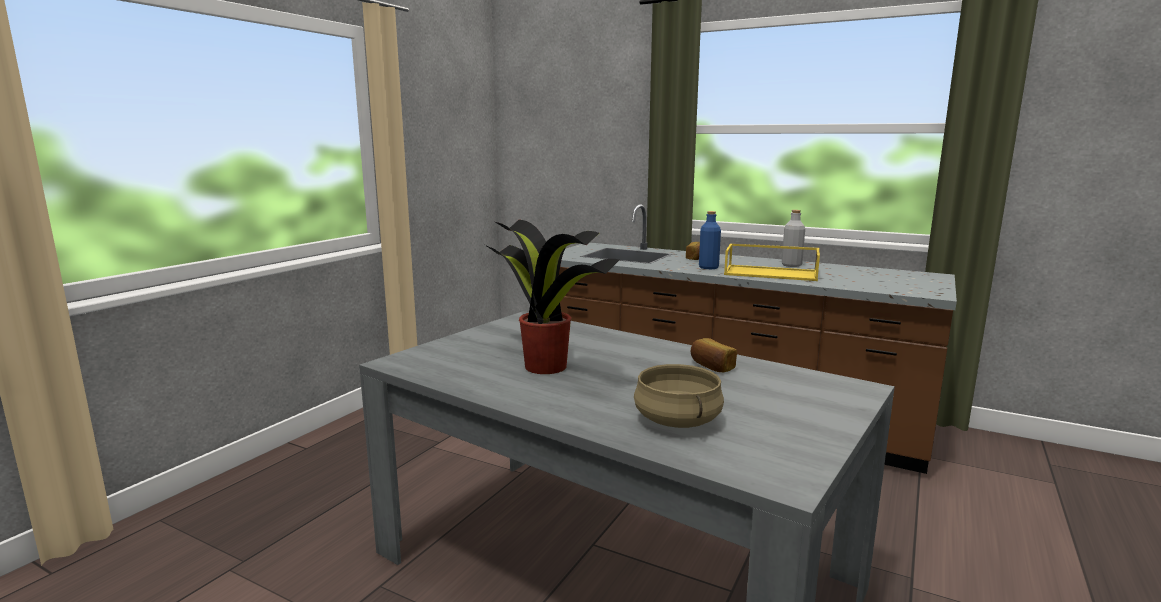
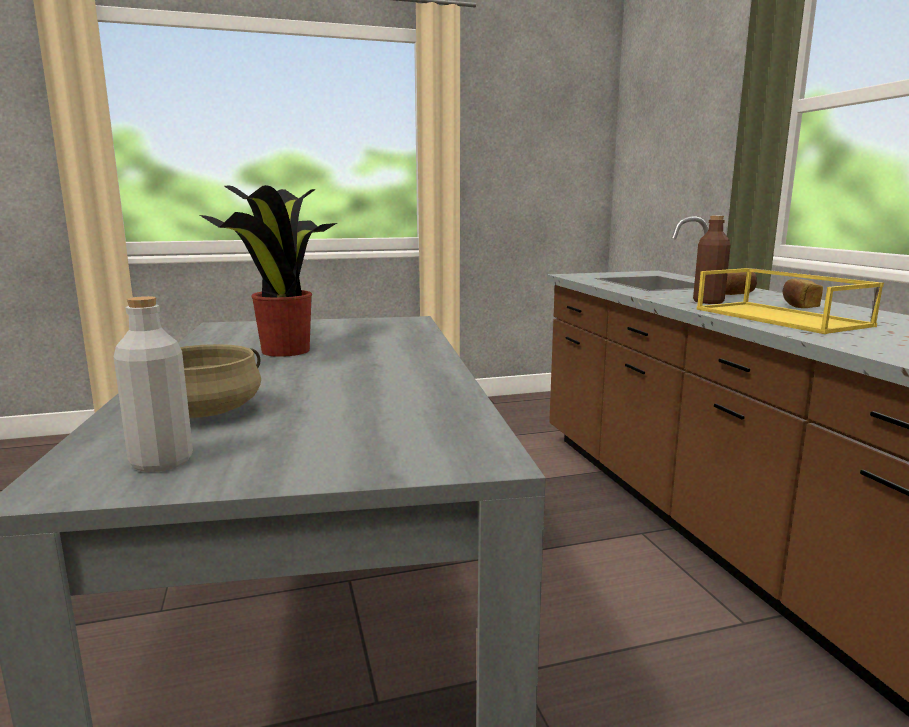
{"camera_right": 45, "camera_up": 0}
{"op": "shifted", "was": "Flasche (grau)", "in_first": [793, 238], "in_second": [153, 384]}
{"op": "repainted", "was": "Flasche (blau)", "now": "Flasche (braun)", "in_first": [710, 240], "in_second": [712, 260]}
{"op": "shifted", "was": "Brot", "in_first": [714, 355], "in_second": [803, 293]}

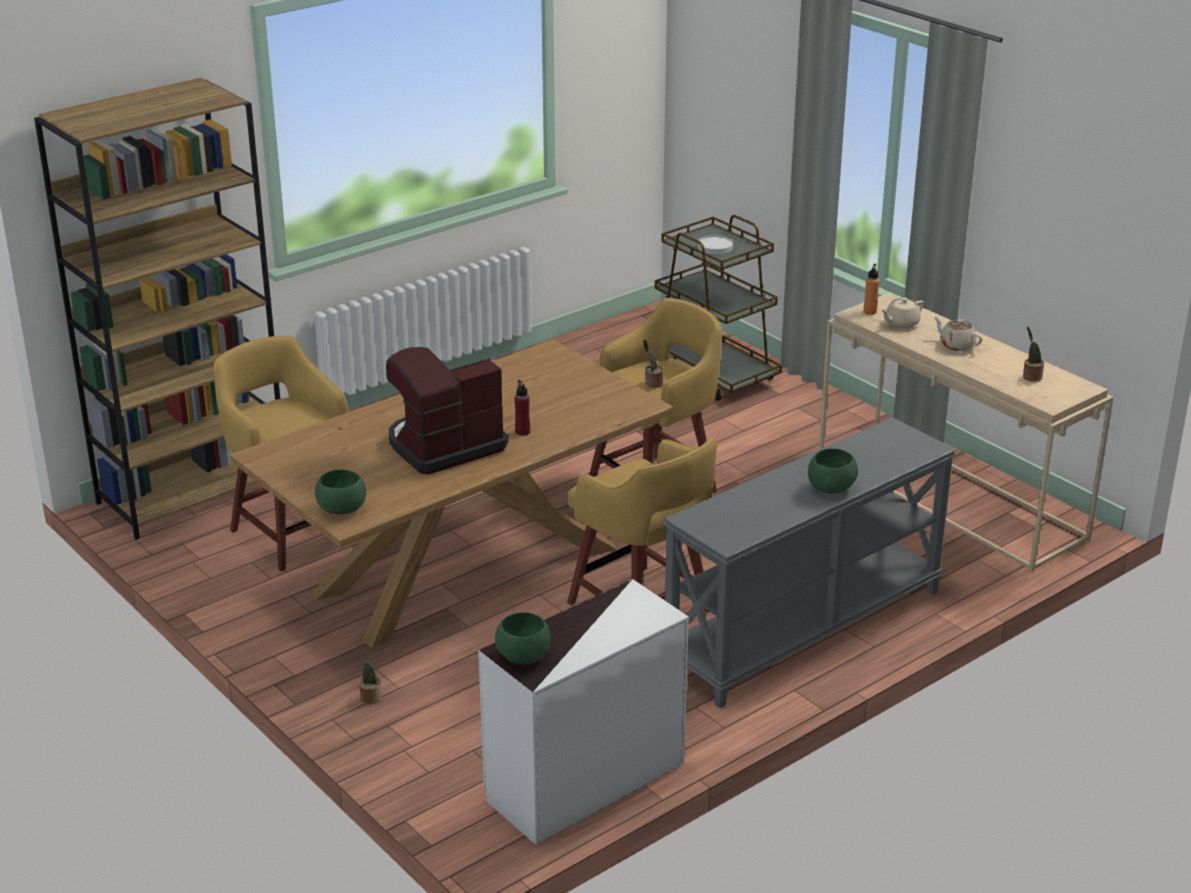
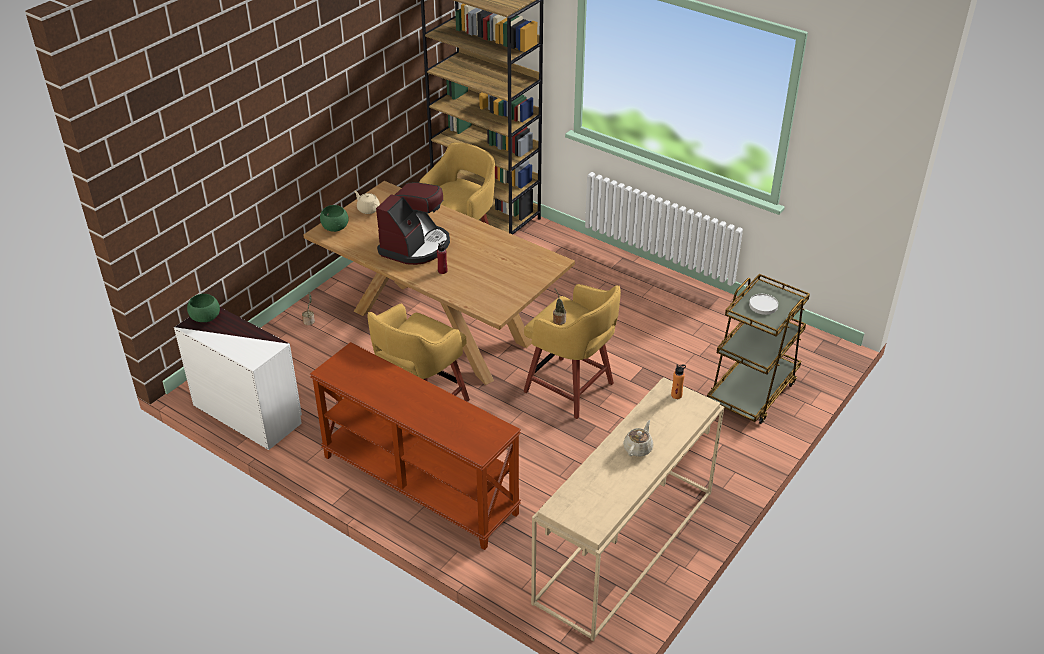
{"camera_right": 75, "camera_up": 10}
{"op": "shifted", "was": "Teekanne (beige)", "in_first": [902, 313], "in_second": [367, 202]}
{"op": "gone", "was": "Topfpflanze", "in_first": [1033, 354]}
{"op": "rotated", "was": "Kaffeemaschine", "in_first": [447, 411], "in_second": [413, 223], "clockwise": 75}
{"op": "repainted", "was": "Konsolentisch (grau)", "now": "Konsolentisch (braun)", "in_first": [809, 562], "in_second": [415, 446]}
{"op": "gone", "was": "Schüssel (grün)", "in_first": [833, 471]}

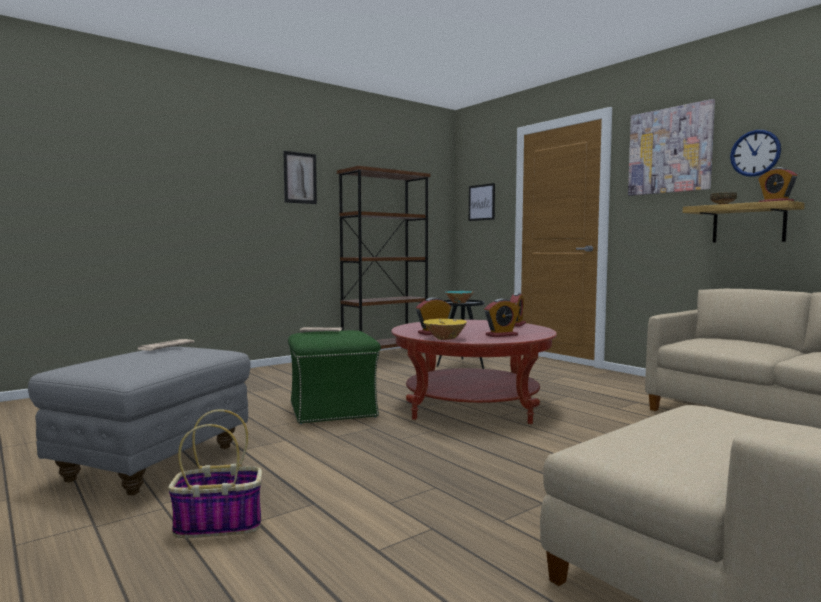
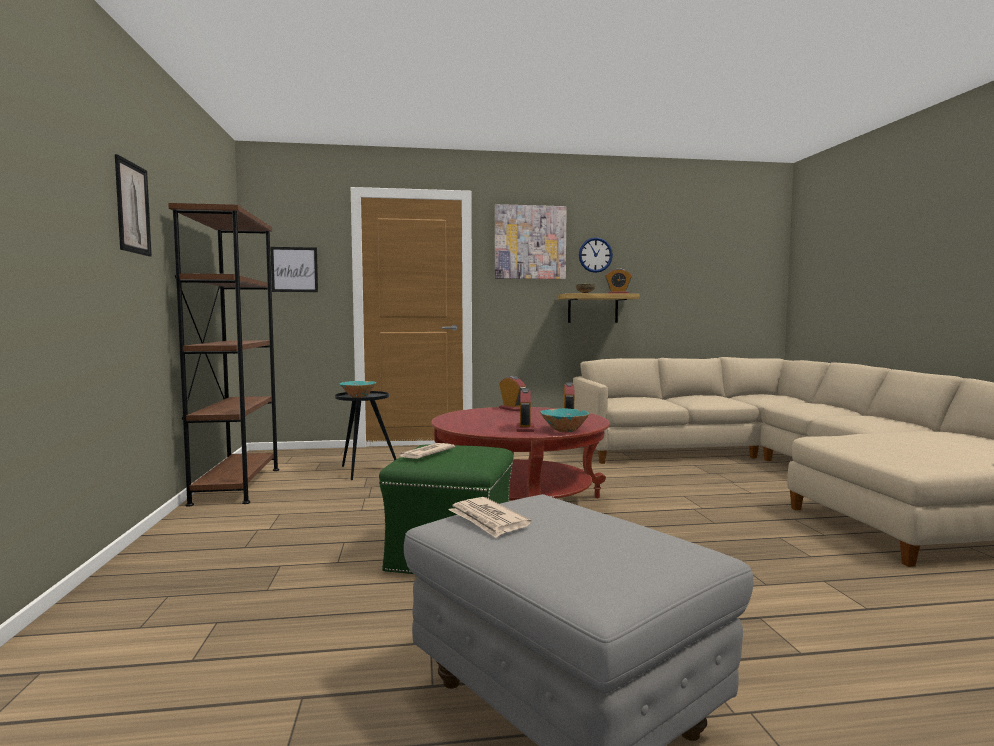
{"camera_right": -60, "camera_up": 0}
{"op": "repainted", "was": "Schüssel (gelb)", "now": "Schüssel (türkis)", "in_first": [445, 329], "in_second": [565, 420]}
{"op": "gone", "was": "Korb", "in_first": [215, 473]}

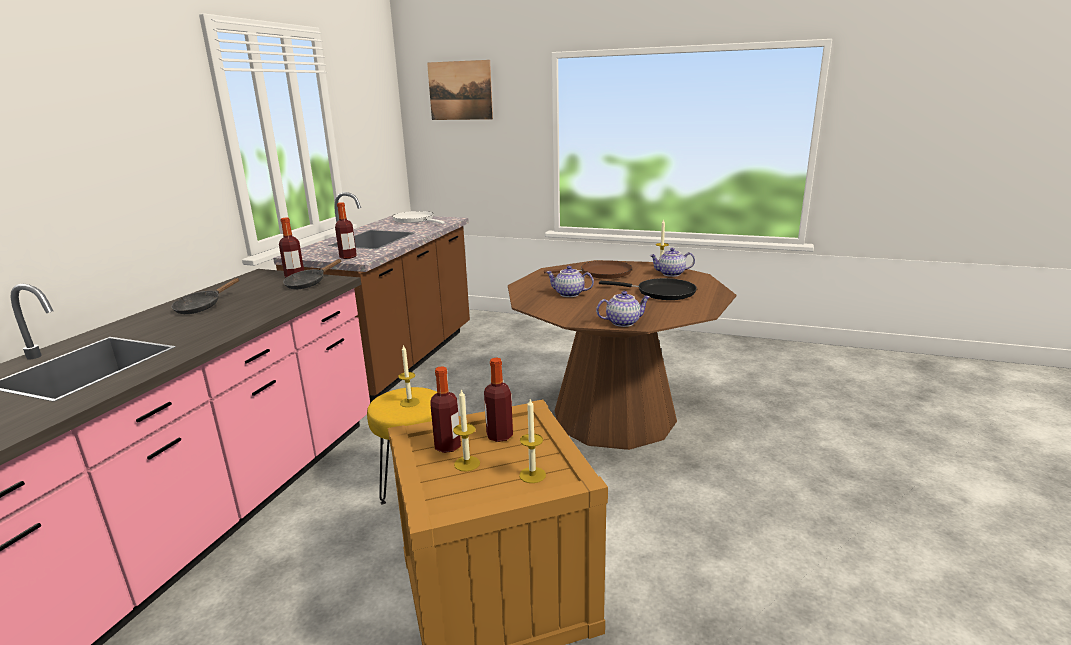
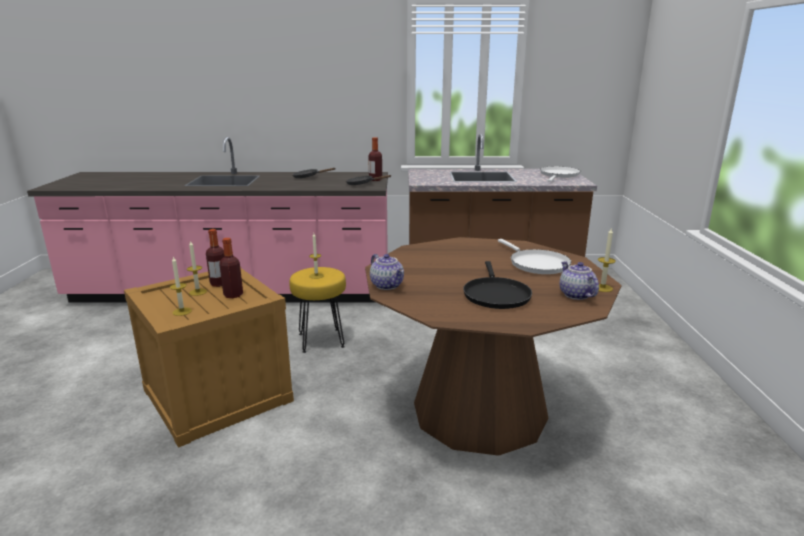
{"camera_right": 70, "camera_up": 0}
{"op": "gone", "was": "Bild", "in_first": [460, 90]}
{"op": "gone", "was": "Flasche", "in_first": [346, 230]}
{"op": "repainted", "was": "Pfanne (braun)", "now": "Pfanne (weiß)", "in_first": [588, 269], "in_second": [534, 256]}
{"op": "gone", "was": "Teekanne", "in_first": [570, 281]}

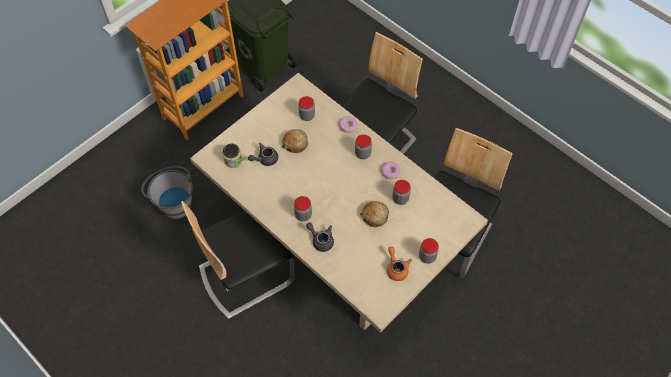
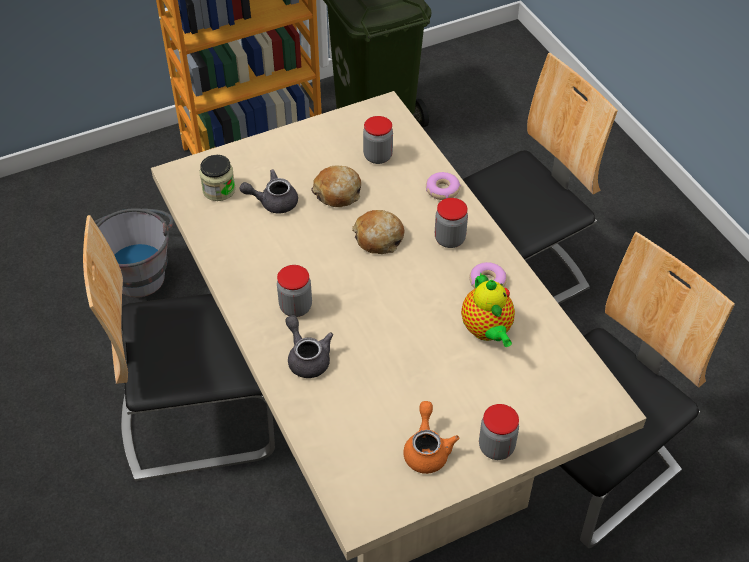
{"camera_right": 20, "camera_up": -10}
{"op": "swapped", "was": "Vorratsglas", "now": "Teekanne", "in_first": [401, 192], "in_second": [488, 309]}
{"op": "shifted", "was": "Brot", "in_first": [374, 214], "in_second": [378, 232]}

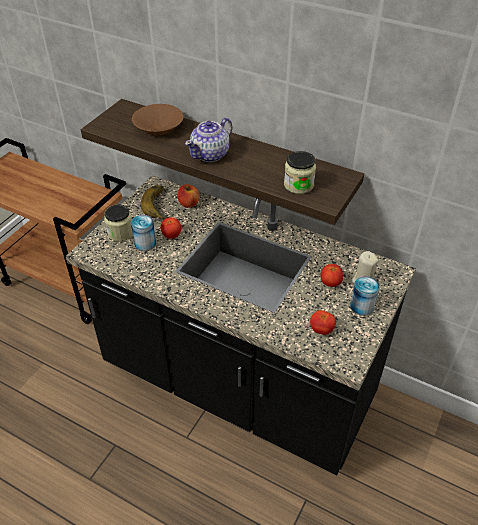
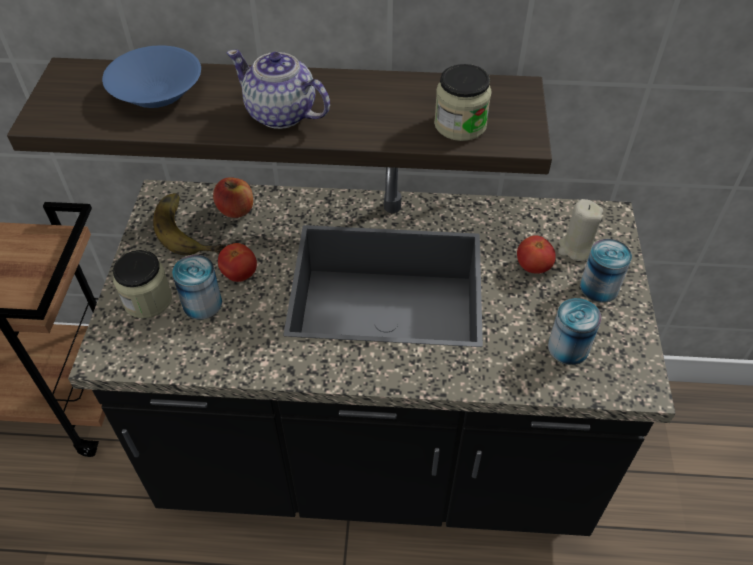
{"camera_right": -25, "camera_up": 5}
{"op": "repainted", "was": "Schüssel (braun)", "now": "Schüssel (blau)", "in_first": [158, 119], "in_second": [151, 76]}
{"op": "rotated", "was": "Teekanne", "in_first": [208, 140], "in_second": [278, 89], "clockwise": 105}
{"op": "swapped", "was": "Tomate", "now": "Dose", "in_first": [323, 322], "in_second": [574, 331]}

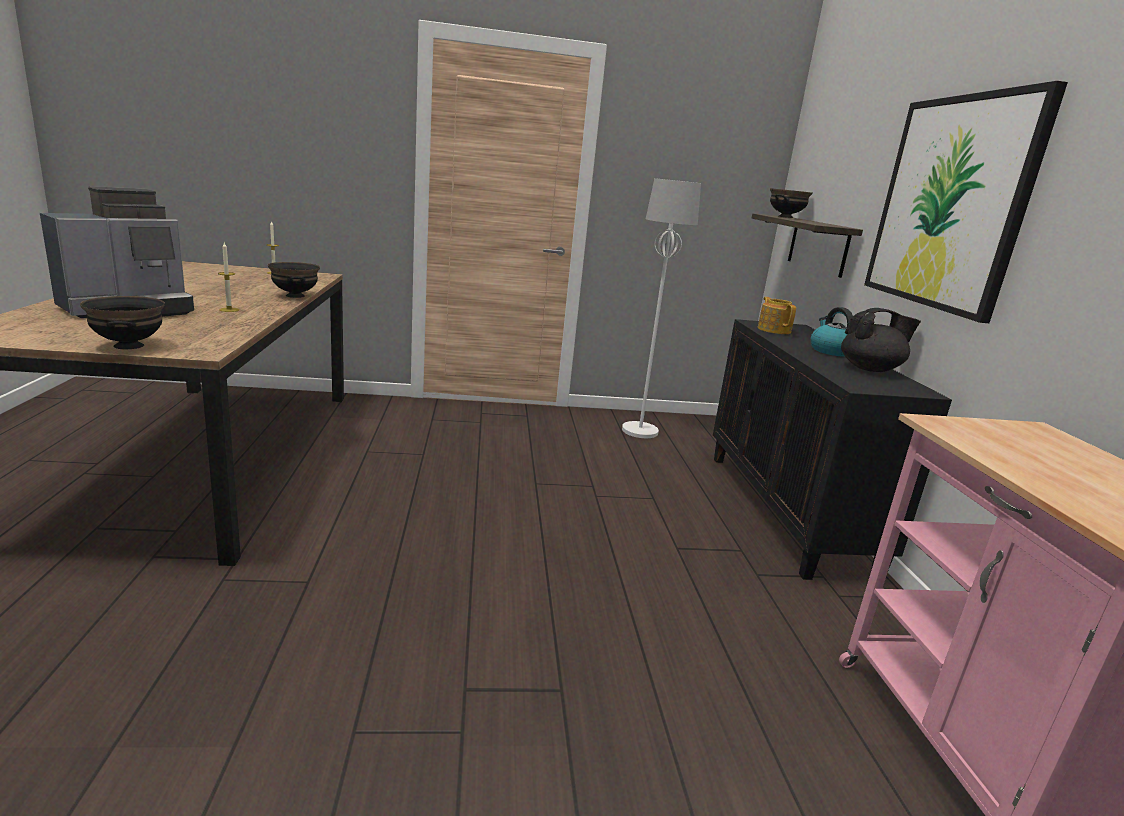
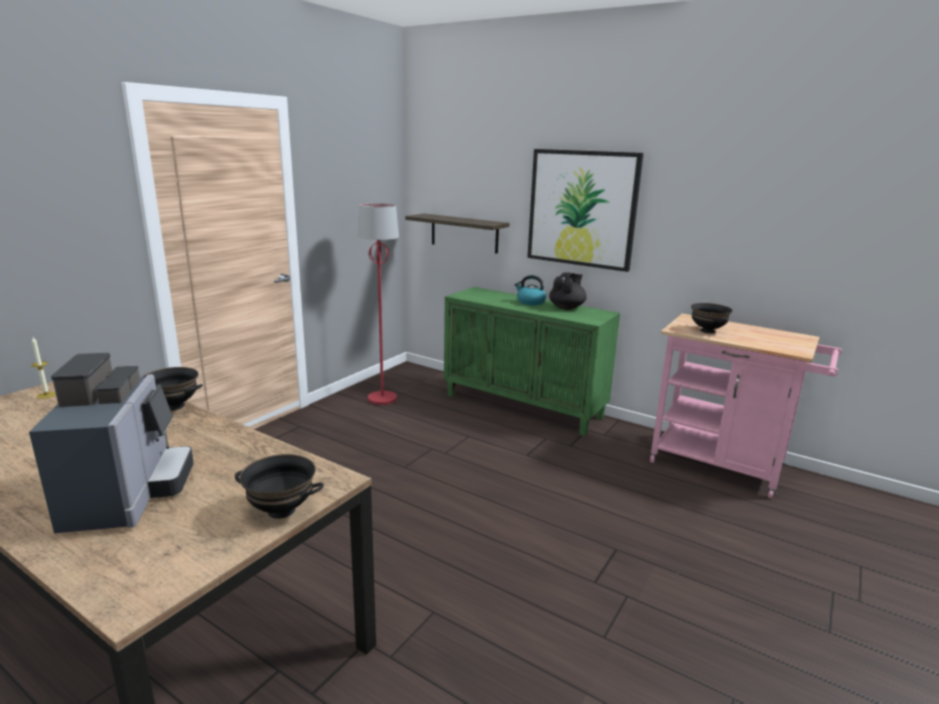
{"camera_right": -50, "camera_up": 0}
{"op": "repainted", "was": "Stehlampe (weiß)", "now": "Stehlampe (rot)", "in_first": [661, 308], "in_second": [378, 304]}
{"op": "shifted", "was": "Schüssel (schwarz)", "in_first": [791, 203], "in_second": [712, 318]}
{"op": "gone", "was": "Kerze", "in_first": [228, 277]}
{"op": "gone", "was": "Teekanne", "in_first": [777, 315]}
{"op": "repainted", "was": "Schrank (schwarz)", "now": "Schrank (grün)", "in_first": [832, 449], "in_second": [532, 361]}

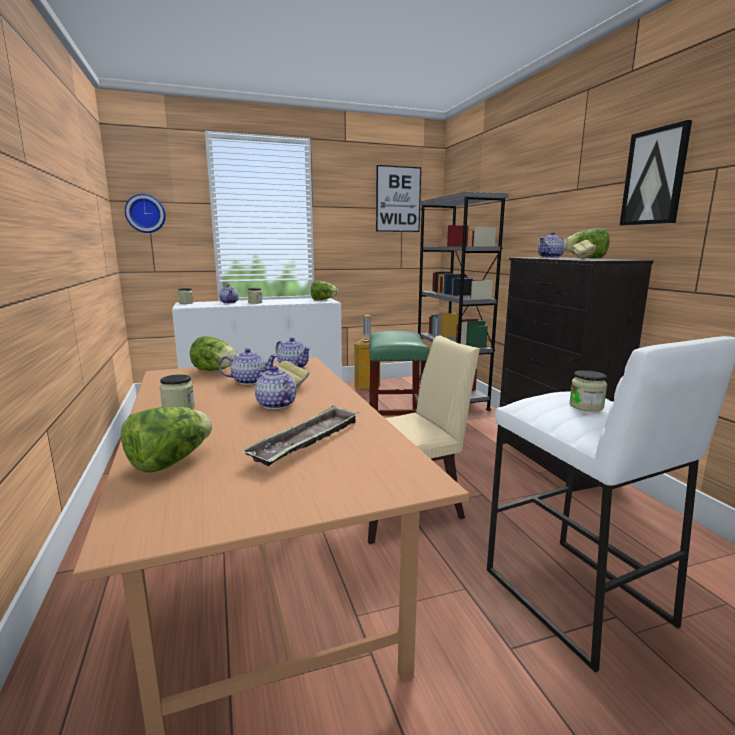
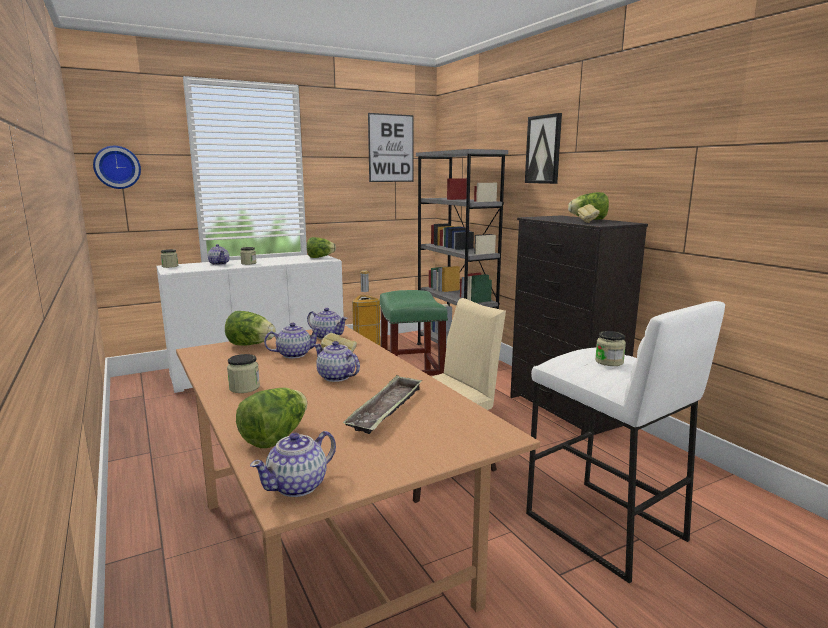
{"camera_right": -10, "camera_up": 0}
{"op": "shifted", "was": "Bild", "in_first": [656, 172], "in_second": [543, 148]}
{"op": "shifted", "was": "Teekanne", "in_first": [551, 245], "in_second": [293, 464]}

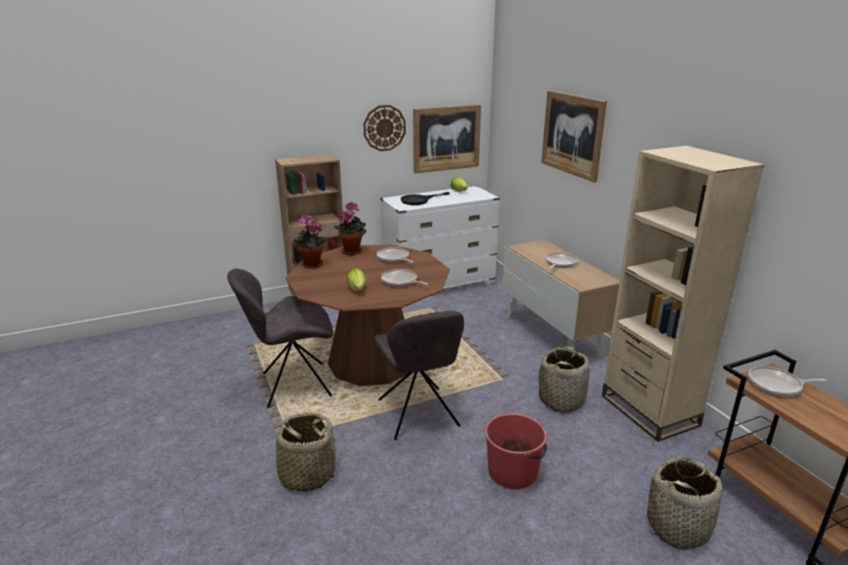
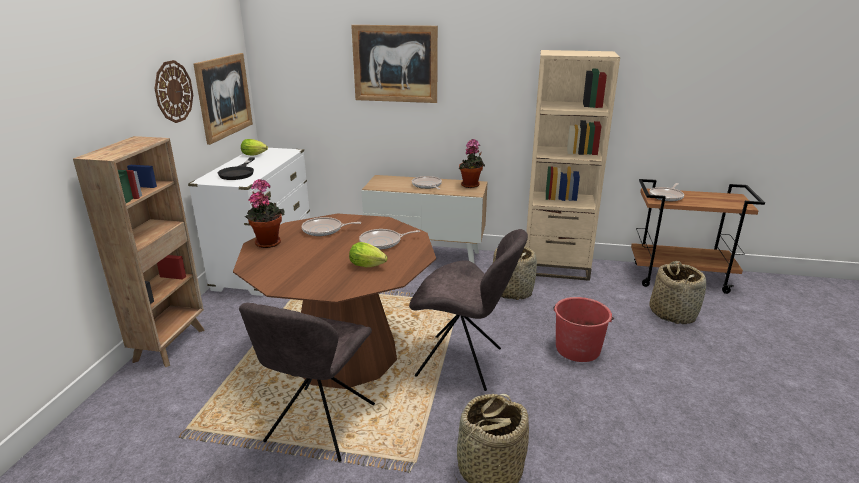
{"camera_right": -55, "camera_up": 0}
{"op": "shifted", "was": "Topfpflanze", "in_first": [310, 242], "in_second": [472, 163]}

